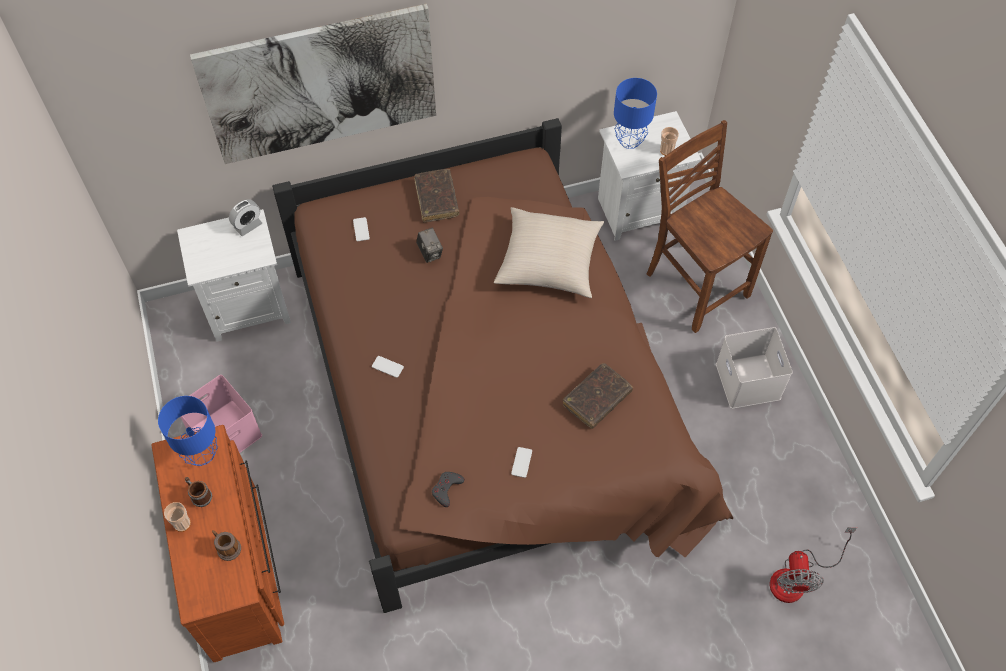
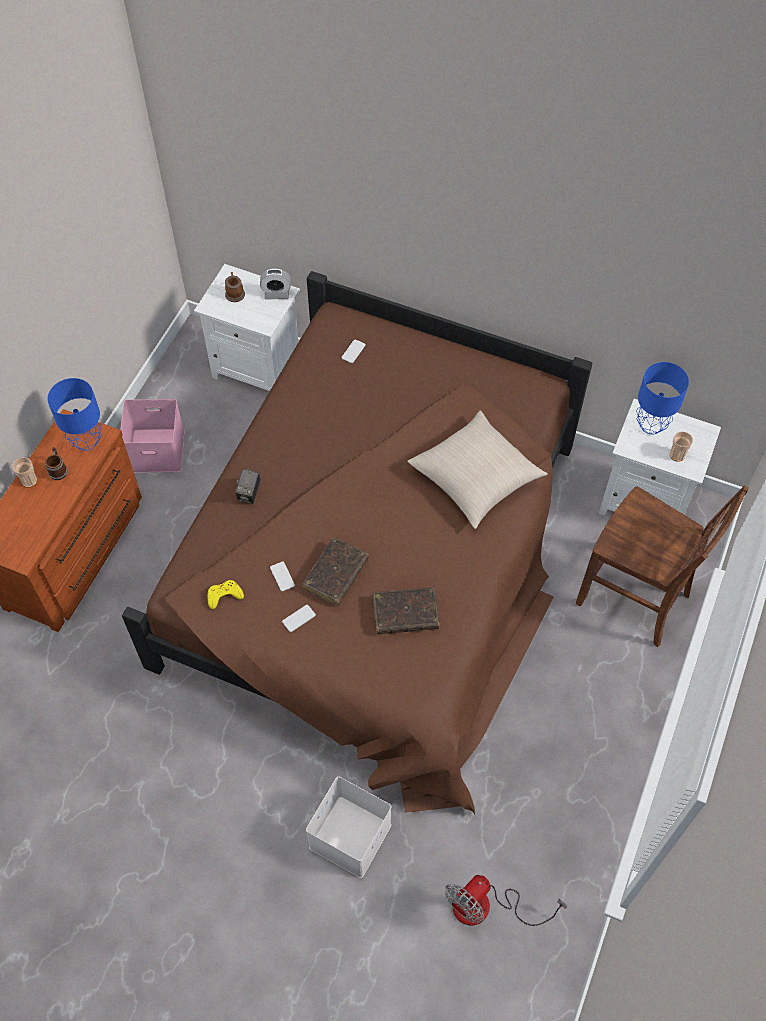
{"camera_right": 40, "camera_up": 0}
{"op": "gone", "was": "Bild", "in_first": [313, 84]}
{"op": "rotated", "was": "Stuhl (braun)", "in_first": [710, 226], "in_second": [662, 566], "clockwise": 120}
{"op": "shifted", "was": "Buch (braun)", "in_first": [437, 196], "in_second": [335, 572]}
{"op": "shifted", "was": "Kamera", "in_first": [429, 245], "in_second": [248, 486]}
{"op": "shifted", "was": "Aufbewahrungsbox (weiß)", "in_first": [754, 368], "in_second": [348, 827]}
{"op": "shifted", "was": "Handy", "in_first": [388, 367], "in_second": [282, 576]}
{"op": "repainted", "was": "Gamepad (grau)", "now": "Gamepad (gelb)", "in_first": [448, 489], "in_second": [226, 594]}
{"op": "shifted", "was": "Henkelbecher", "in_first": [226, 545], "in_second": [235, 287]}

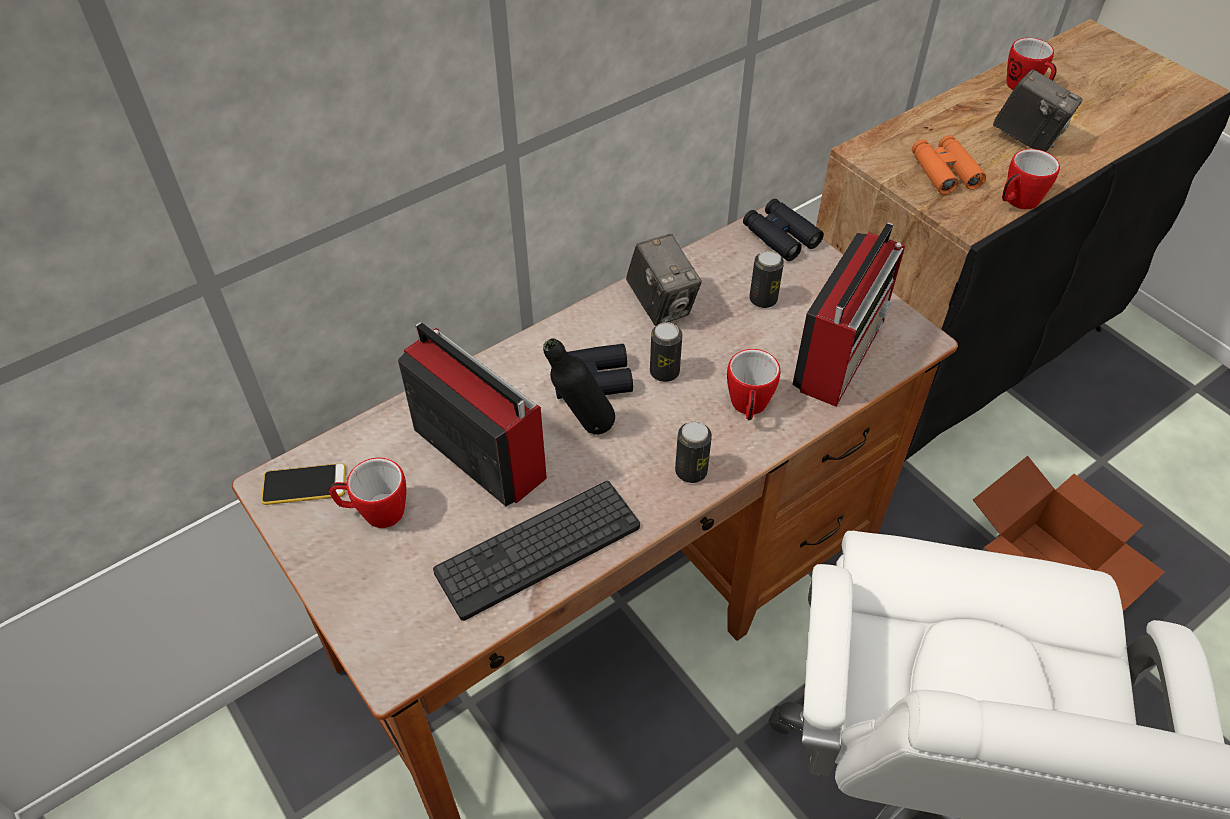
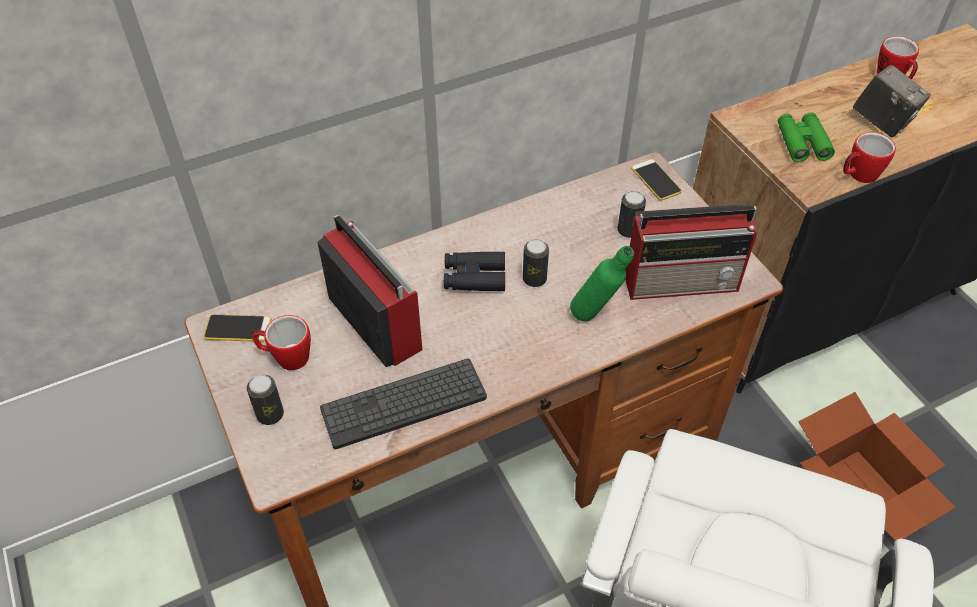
{"camera_right": 10, "camera_up": 0}
{"op": "repainted", "was": "Fernglas (orange)", "now": "Fernglas (grün)", "in_first": [949, 165], "in_second": [806, 137]}
{"op": "swapped", "was": "Fernglas (schwarz)", "now": "Handy", "in_first": [783, 230], "in_second": [656, 180]}
{"op": "rotated", "was": "Radio", "in_first": [848, 315], "in_second": [691, 252], "clockwise": 45}
{"op": "gone", "was": "Kamera", "in_first": [664, 280]}
{"op": "gone", "was": "Flasche (schwarz)", "in_first": [579, 386]}
{"op": "swapped", "was": "Henkelbecher", "now": "Flasche (grün)", "in_first": [754, 384], "in_second": [602, 284]}
{"op": "shifted", "was": "Dose", "in_first": [693, 452], "in_second": [265, 400]}

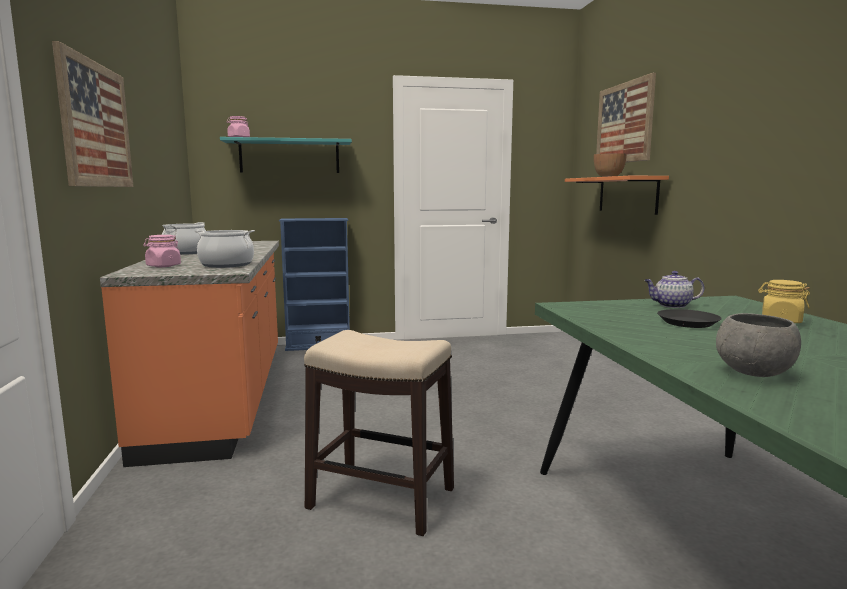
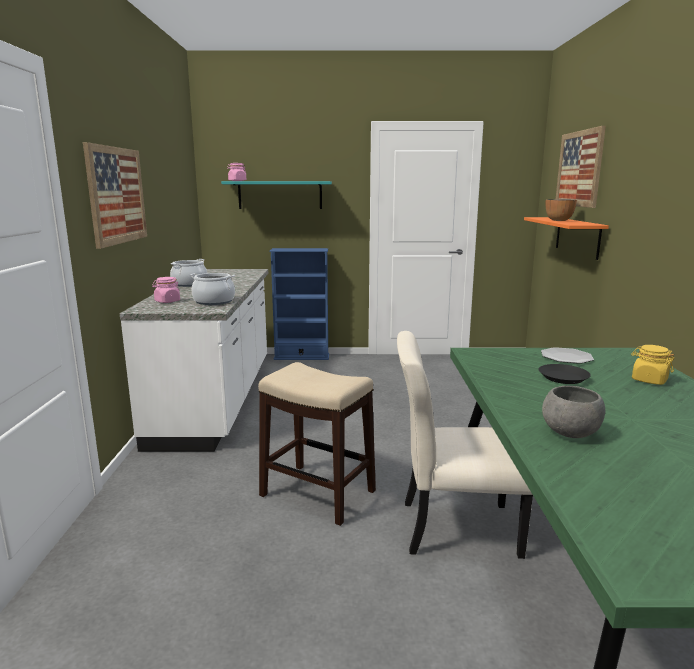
{"camera_right": 10, "camera_up": 5}
{"op": "repainted", "was": "Küchenzeile (orange)", "now": "Küchenzeile (weiß)", "in_first": [189, 354], "in_second": [194, 360]}
{"op": "swapped", "was": "Teekanne", "now": "Teller", "in_first": [674, 289], "in_second": [567, 355]}
{"op": "new", "now": "Stuhl (beige)", "in_second": [465, 445]}

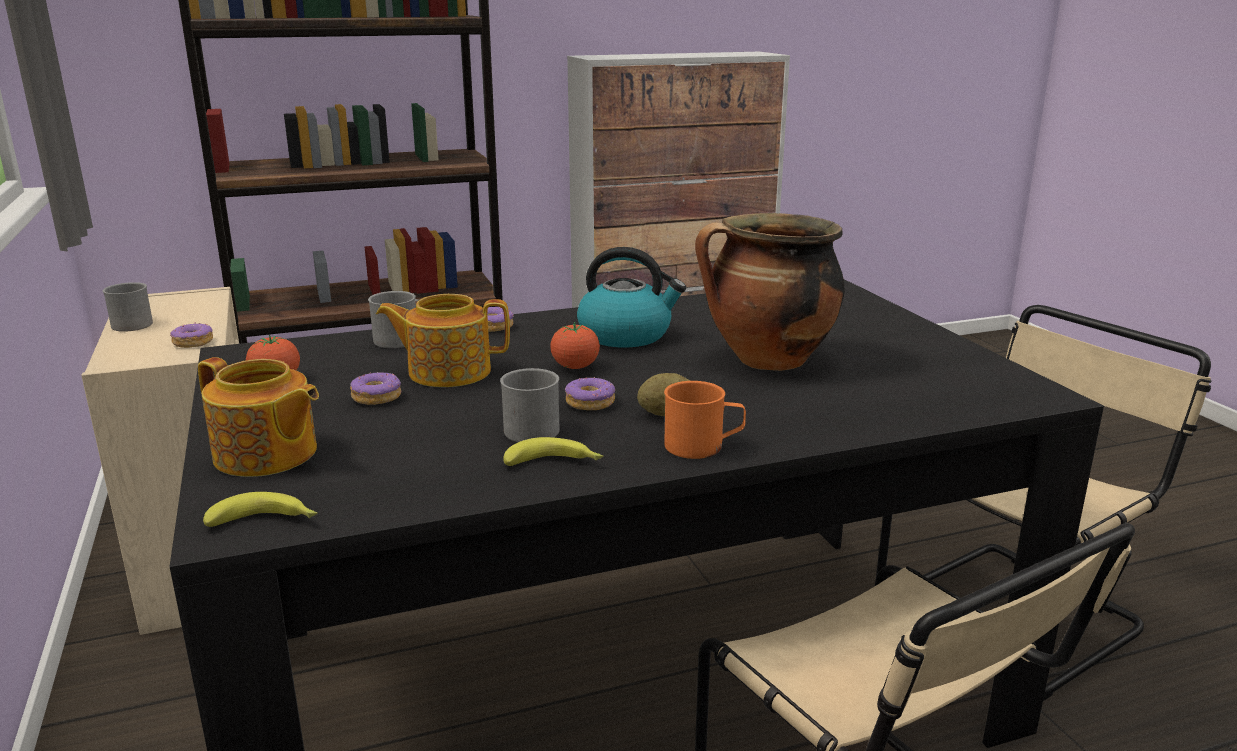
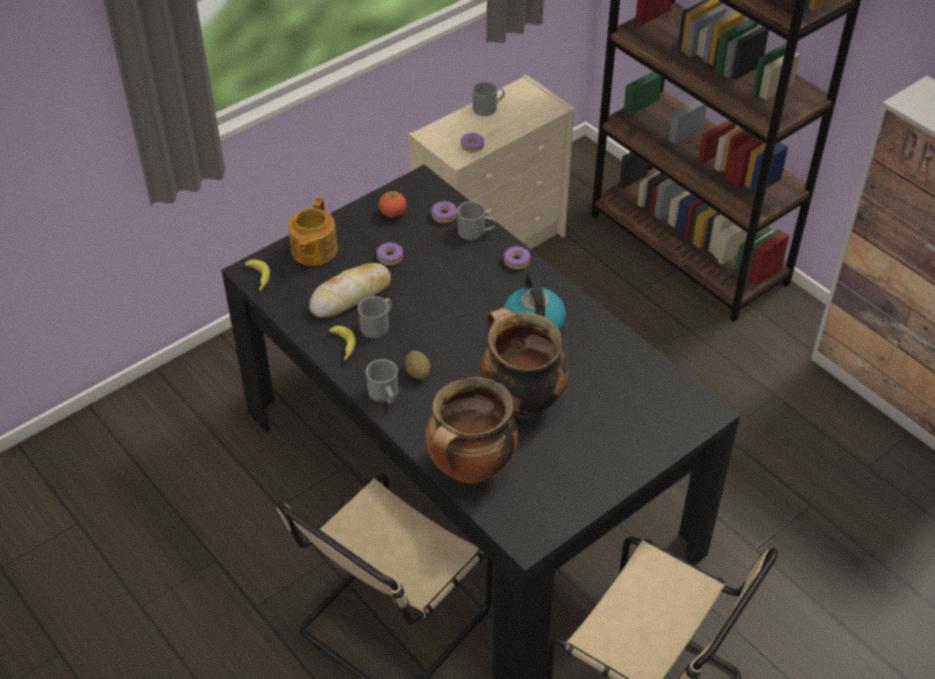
{"camera_right": 70, "camera_up": 25}
{"op": "gone", "was": "Teekanne", "in_first": [443, 340]}
{"op": "gone", "was": "Tomate", "in_first": [575, 345]}
{"op": "shifted", "was": "Donut", "in_first": [590, 393], "in_second": [444, 212]}
{"op": "repainted", "was": "Henkelbecher (orange)", "now": "Henkelbecher (grau)", "in_first": [705, 420], "in_second": [382, 381]}
{"op": "new", "now": "Brot", "in_second": [350, 290]}
{"op": "new", "now": "Kochtopf", "in_second": [471, 430]}

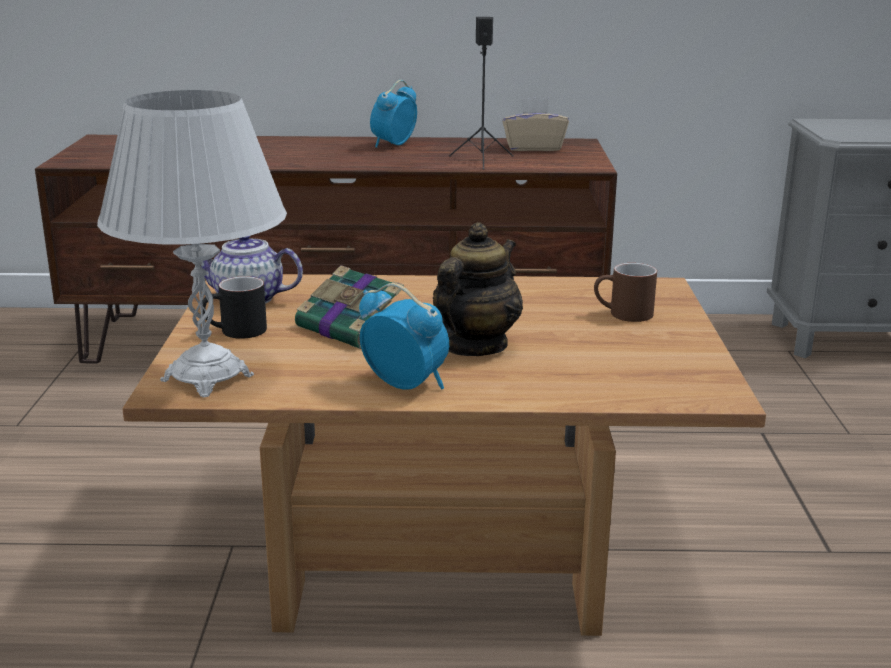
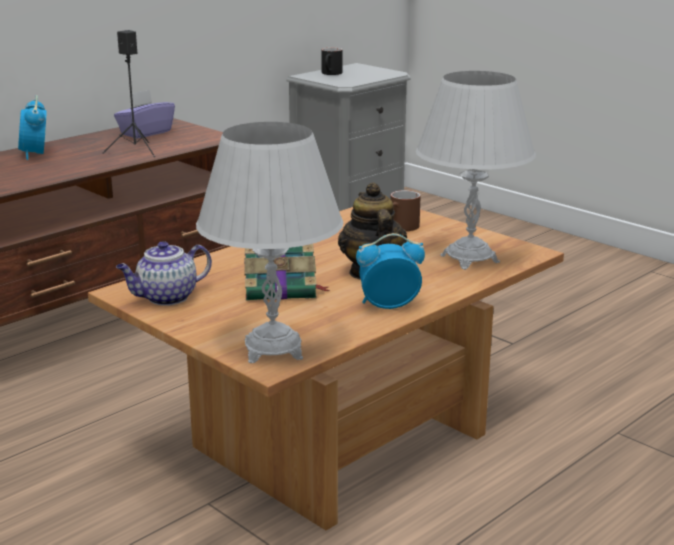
{"camera_right": -45, "camera_up": 0}
{"op": "repainted", "was": "Taschentuchbox (beige)", "now": "Taschentuchbox (lila)", "in_first": [535, 124], "in_second": [144, 114]}
{"op": "shifted", "was": "Henkelbecher (schwarz)", "in_first": [234, 307], "in_second": [332, 61]}
{"op": "new", "now": "Tischlampe (weiß)", "in_second": [476, 170]}

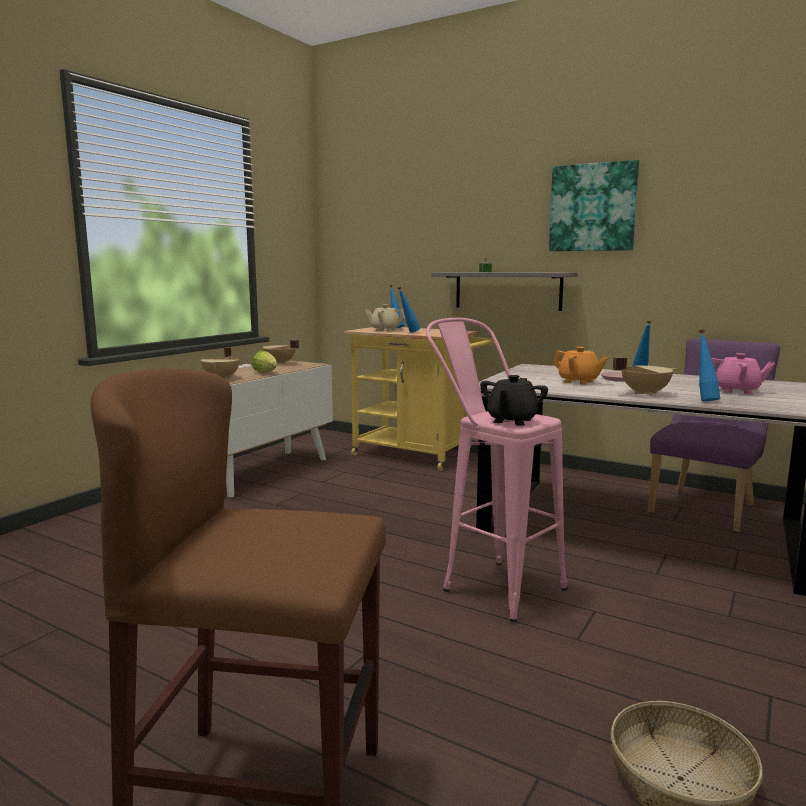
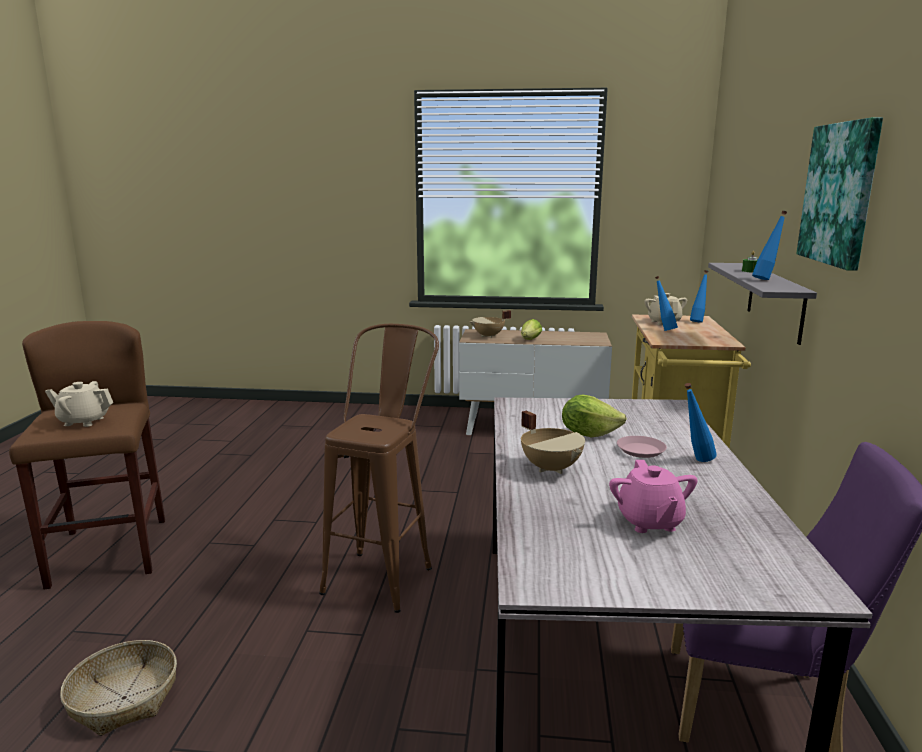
{"camera_right": 65, "camera_up": 5}
{"op": "repainted", "was": "Hocker (rosa)", "now": "Hocker (braun)", "in_first": [497, 470], "in_second": [379, 468]}
{"op": "shifted", "was": "Flasche (blau)", "in_first": [709, 365], "in_second": [769, 245]}
{"op": "gone", "was": "Kochtopf (beige)", "in_first": [281, 352]}
{"op": "swapped", "was": "Teekanne (orange)", "now": "Salatkopf", "in_first": [581, 366], "in_second": [594, 415]}
{"op": "gone", "was": "Teekanne (schwarz)", "in_first": [514, 400]}
{"op": "new", "now": "Teekanne (beige)", "in_second": [79, 404]}

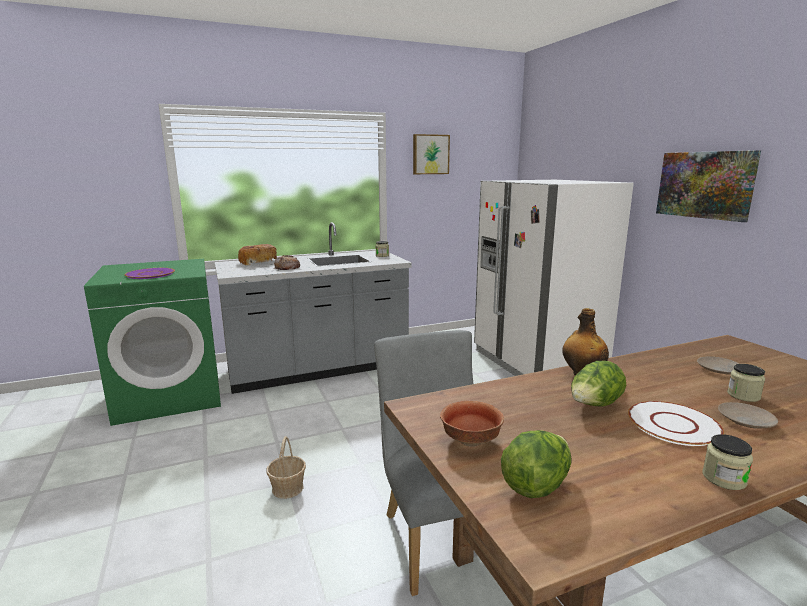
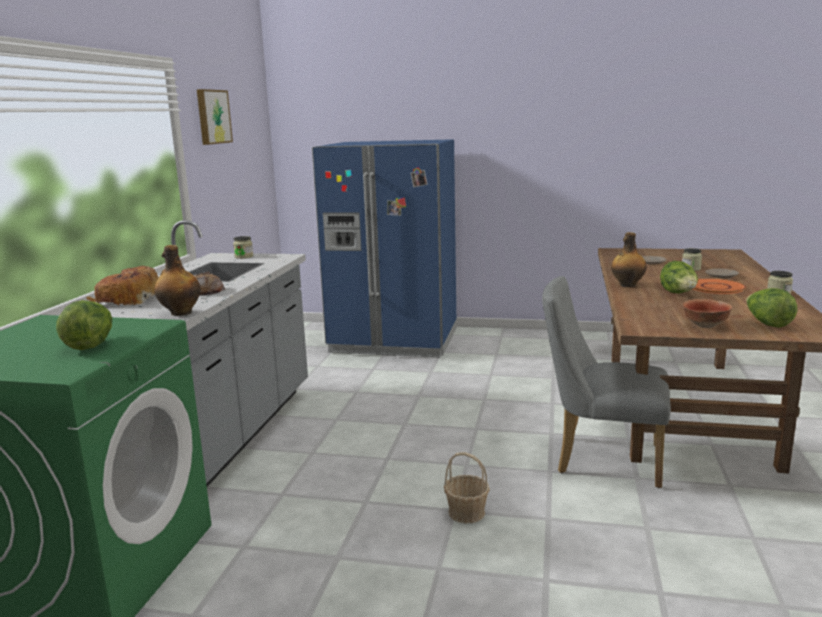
{"camera_right": -55, "camera_up": 0}
{"op": "gone", "was": "Bild", "in_first": [708, 186]}
{"op": "repainted", "was": "Kühlschrank (weiß)", "now": "Kühlschrank (blau)", "in_first": [554, 278], "in_second": [384, 248]}
{"op": "swapped", "was": "Teller (lila)", "now": "Salatkopf", "in_first": [150, 273], "in_second": [84, 325]}
{"op": "repainted", "was": "Teller (weiß)", "now": "Teller (orange)", "in_first": [676, 423], "in_second": [720, 286]}
{"op": "new", "now": "Flasche", "in_second": [177, 280]}

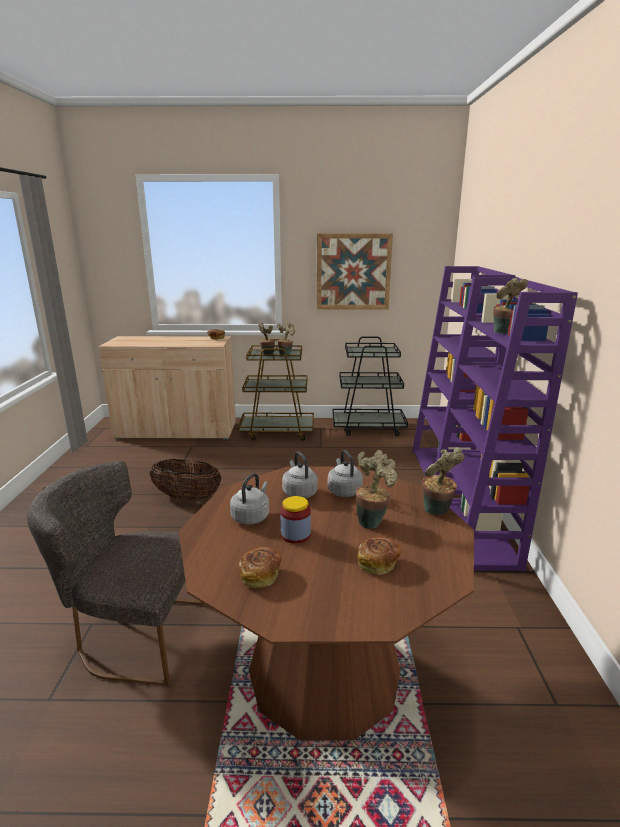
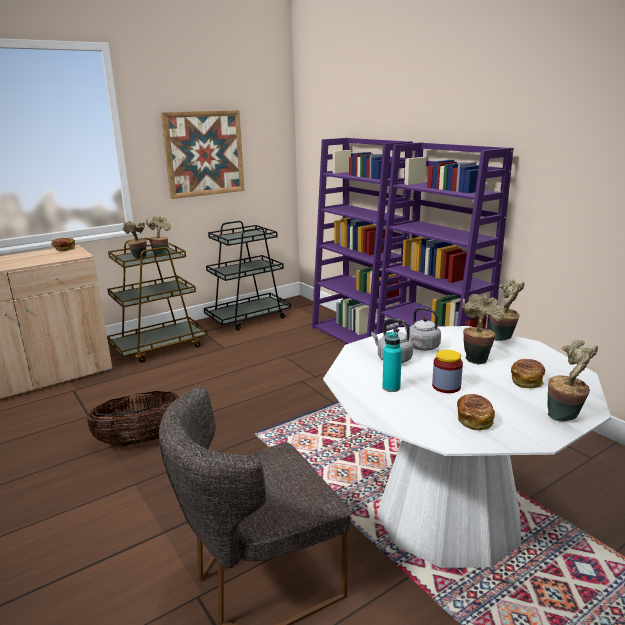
{"camera_right": -35, "camera_up": 0}
{"op": "shifted", "was": "Topfpflanze", "in_first": [510, 305], "in_second": [572, 380]}
{"op": "repainted", "was": "Esstisch (braun)", "now": "Esstisch (weiß)", "in_first": [326, 603], "in_second": [467, 447]}
{"op": "swapped", "was": "Wasserkessel (grau)", "now": "Flasche (türkis)", "in_first": [249, 499], "in_second": [392, 362]}

